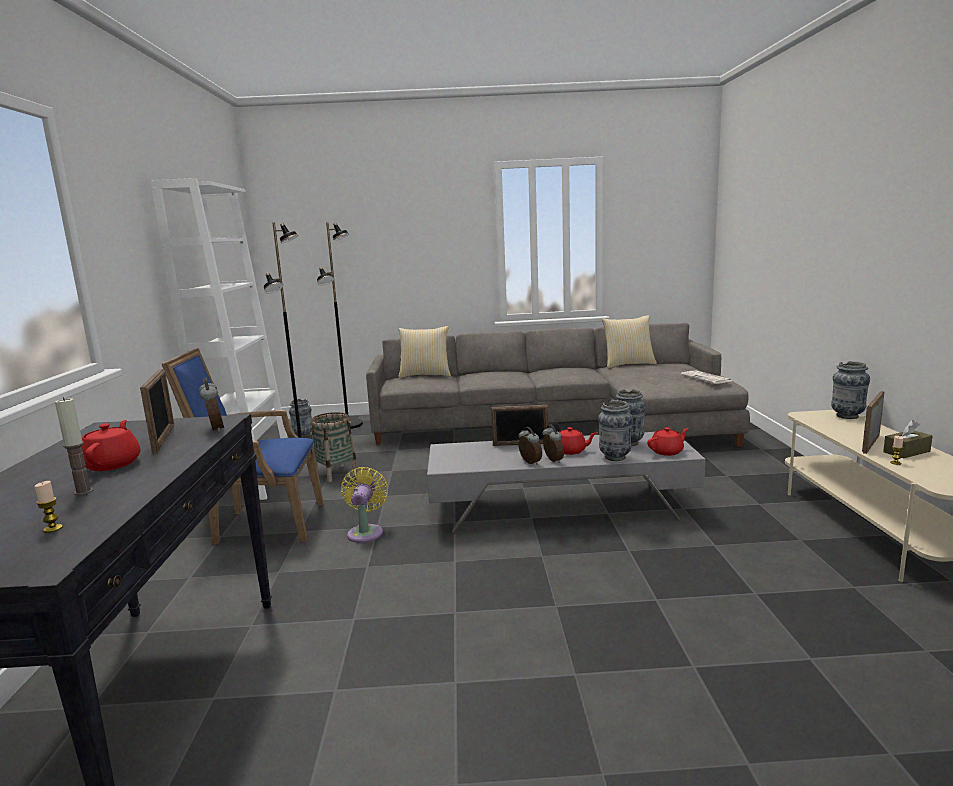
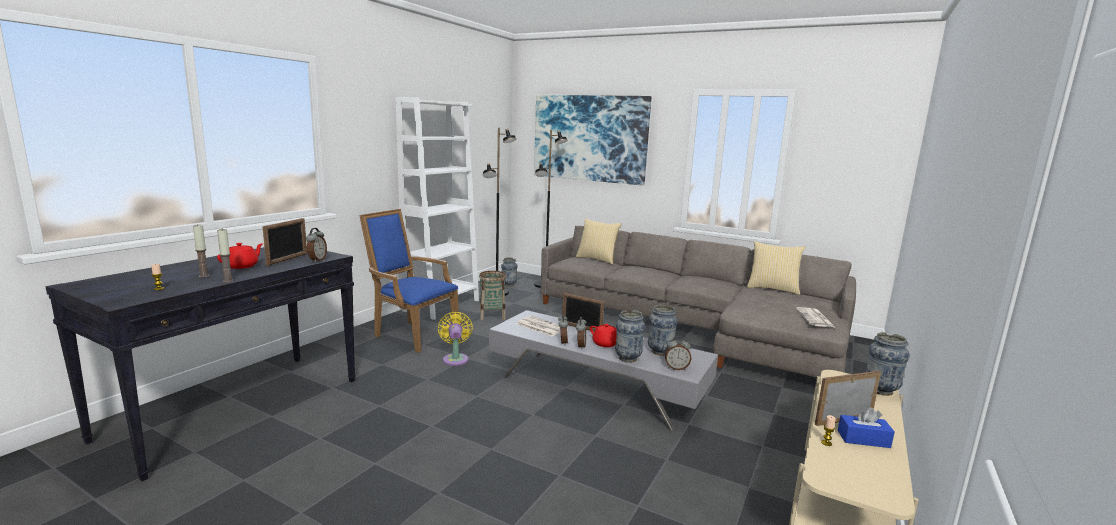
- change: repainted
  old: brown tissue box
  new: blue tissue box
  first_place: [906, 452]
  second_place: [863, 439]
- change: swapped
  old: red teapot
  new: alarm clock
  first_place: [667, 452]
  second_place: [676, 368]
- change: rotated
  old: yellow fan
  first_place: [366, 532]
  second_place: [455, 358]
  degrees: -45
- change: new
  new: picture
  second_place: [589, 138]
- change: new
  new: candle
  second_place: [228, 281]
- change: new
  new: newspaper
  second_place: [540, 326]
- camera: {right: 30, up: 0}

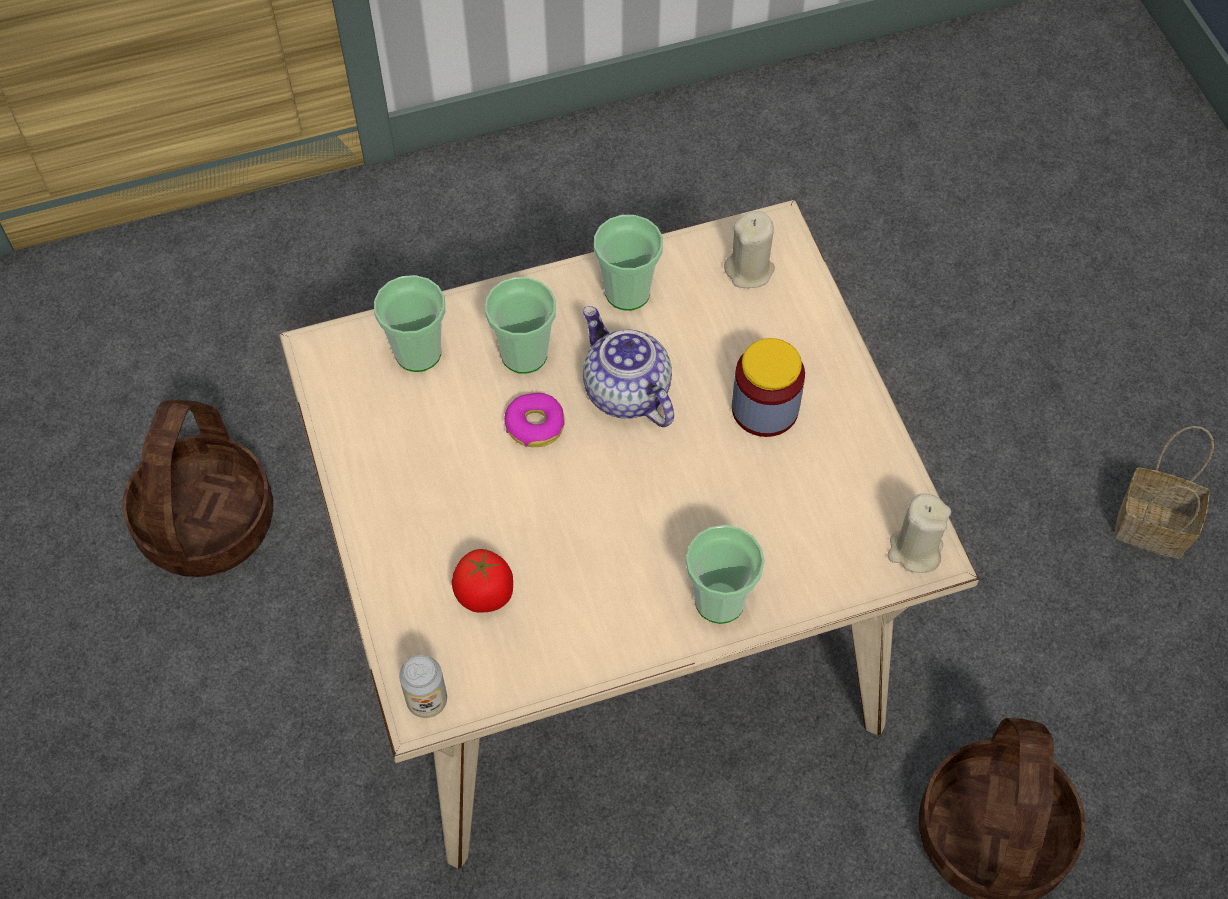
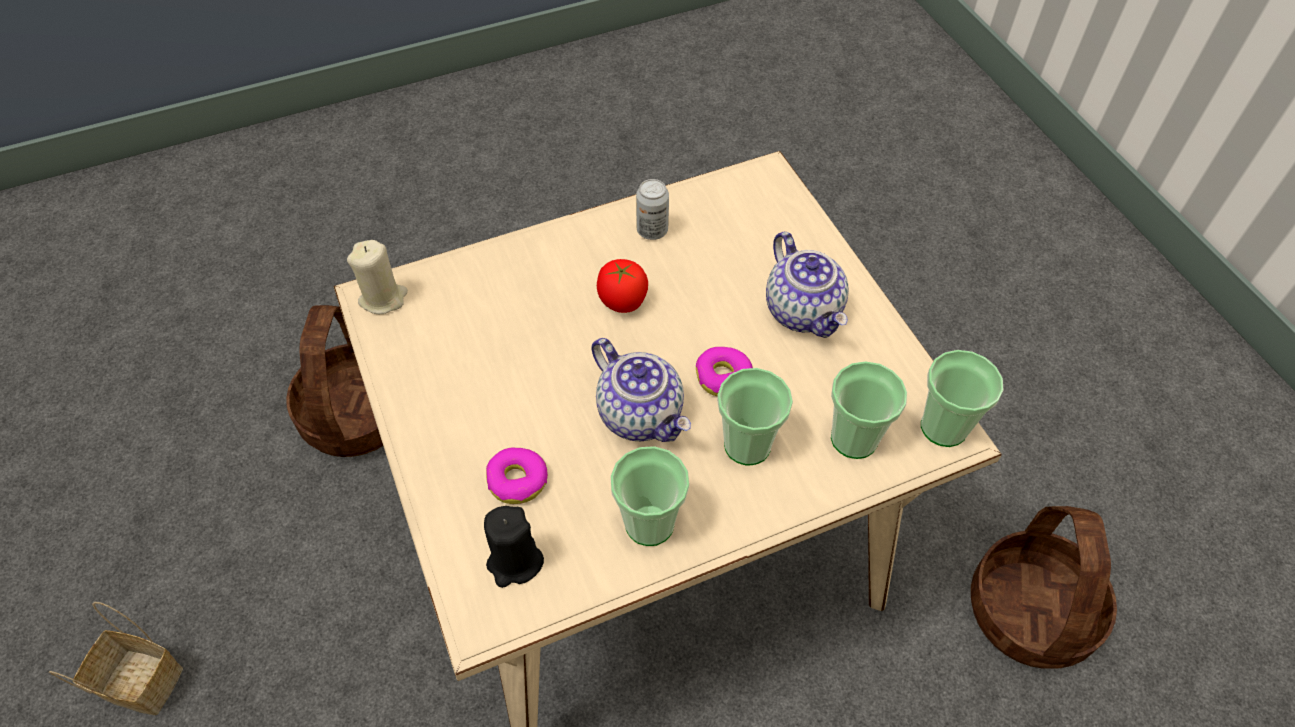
- change: repainted
  old: beige candle
  new: black candle
  first_place: [749, 270]
  second_place: [514, 562]
- change: gone
  old: jar
  first_place: [765, 409]
- change: shifted
  old: cup
  first_place: [719, 600]
  second_place: [943, 427]
- change: shifted
  old: tomato
  first_place: [485, 594]
  second_place: [622, 302]
- change: shifted
  old: can
  first_place: [427, 700]
  second_place: [652, 230]
- change: new
  new: teapot
  second_place: [804, 311]
- change: new
  new: donut
  second_place: [517, 480]
- camera: {right: 175, up: -5}

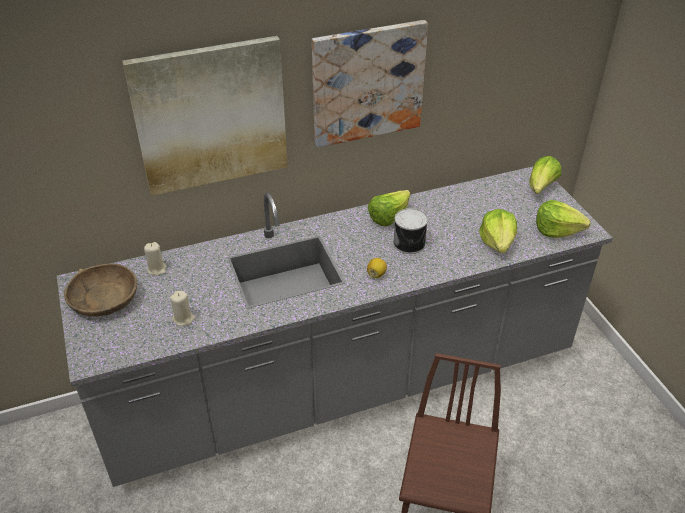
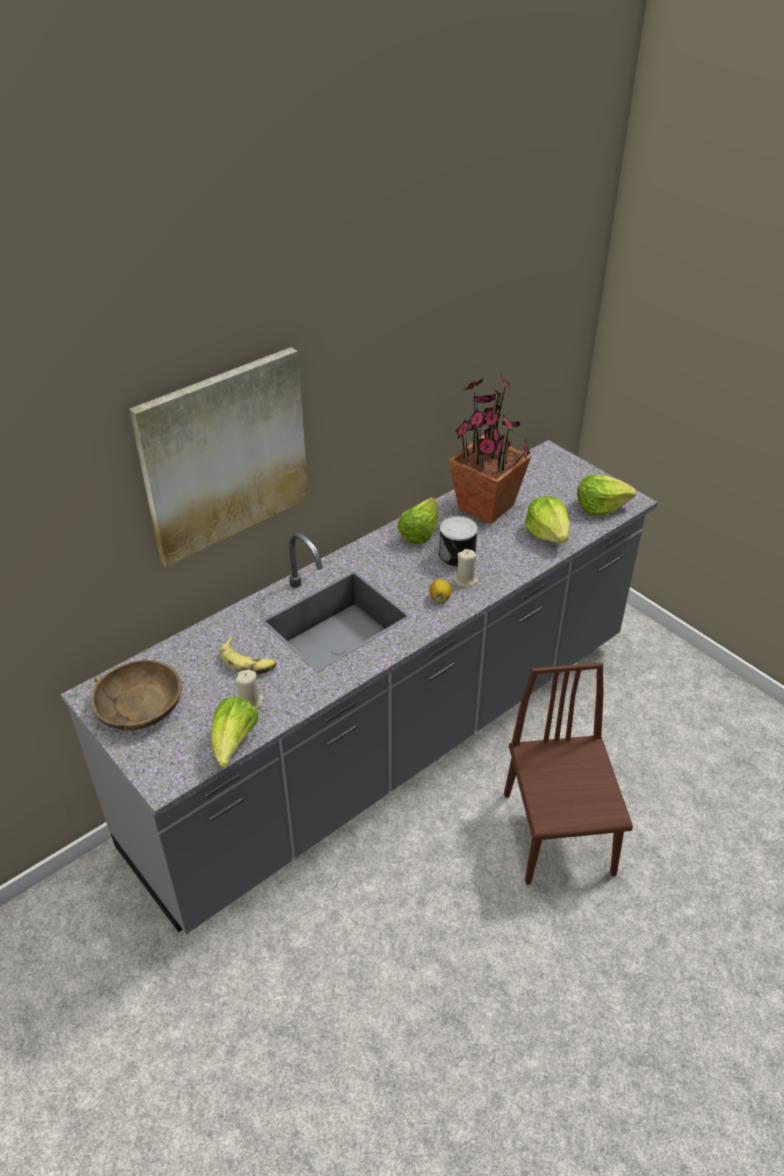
- change: gone
  old: picture
  first_place: [367, 83]
- change: shifted
  old: lettuce
  first_place: [541, 187]
  second_place: [234, 744]
- change: shifted
  old: beige candle
  first_place: [157, 269]
  second_place: [465, 580]
- change: new
  new: potted plant
  second_place: [485, 507]
- change: new
  new: banana
  second_place: [248, 662]
- camera: {right: -20, up: 0}

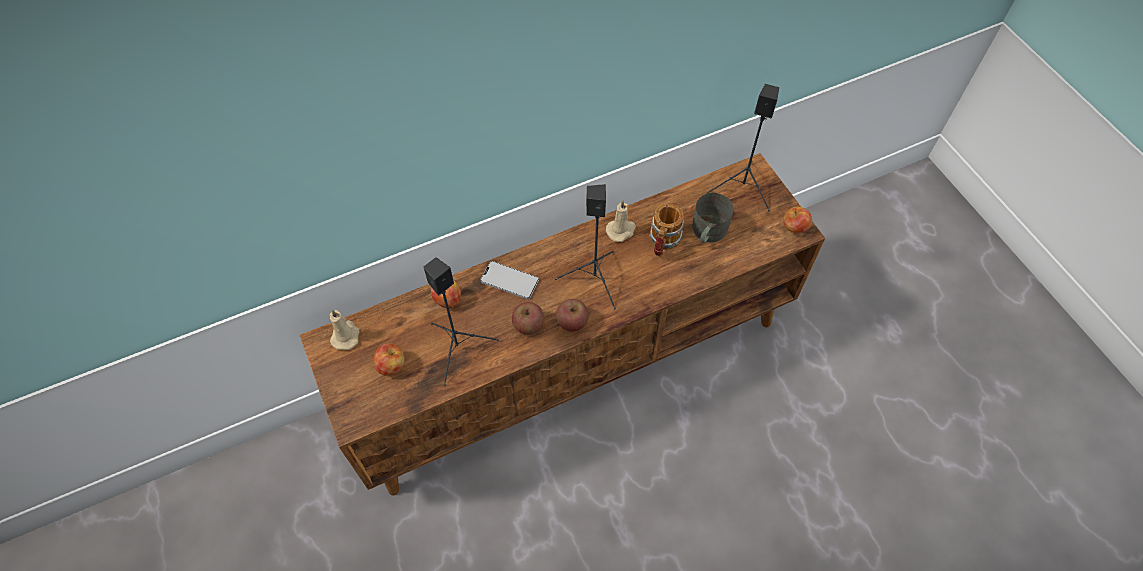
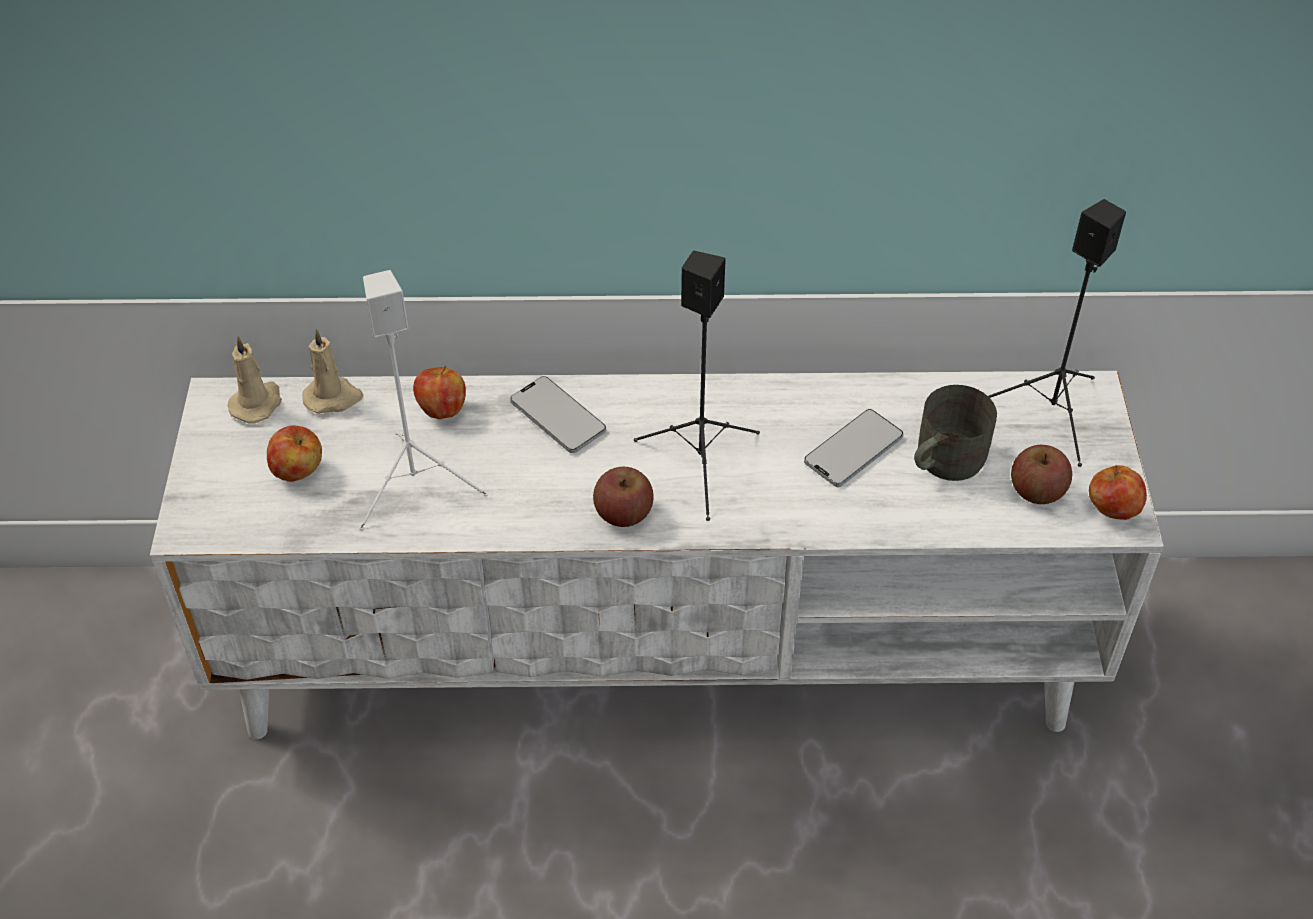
- change: repainted
  old: brown tv stand
  new: white tv stand
  first_place: [572, 364]
  second_place: [659, 655]
- change: shifted
  old: beige candle
  first_place: [621, 230]
  second_place: [333, 397]
- change: swapped
  old: mug
  new: phone
  first_place: [663, 242]
  second_place: [853, 449]
- change: repainted
  old: black speaker
  new: white speaker
  first_place: [459, 348]
  second_place: [416, 484]
- change: shifted
  old: apple
  first_place: [528, 325]
  second_place: [1037, 491]
- camera: {right: 25, up: -10}

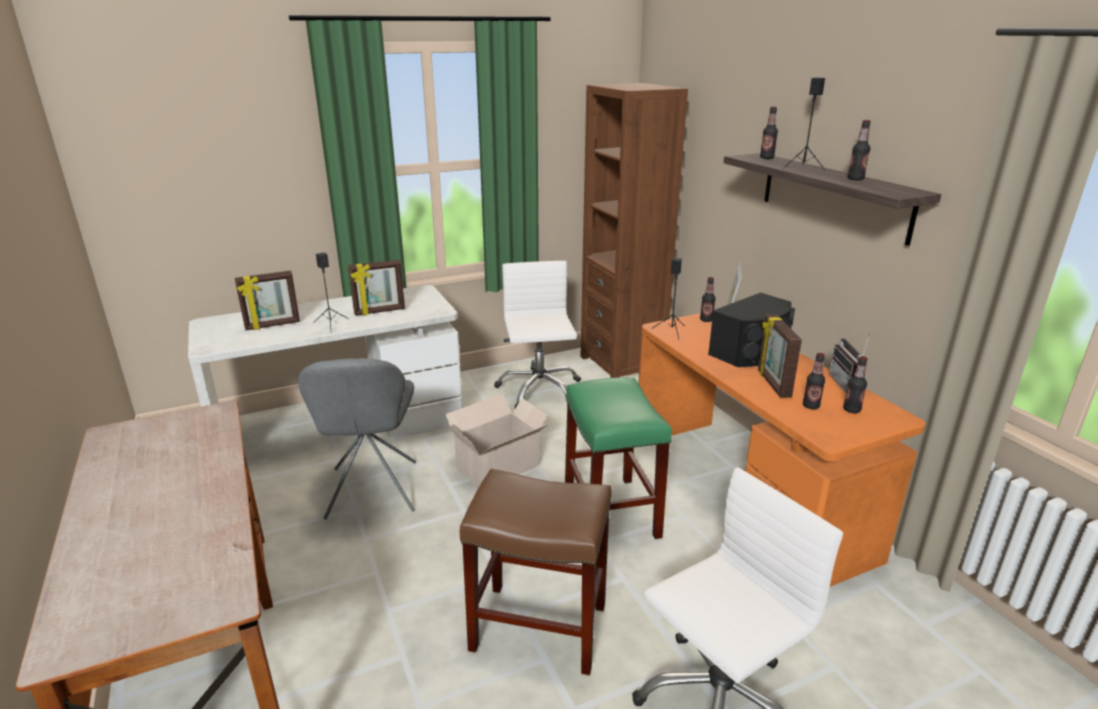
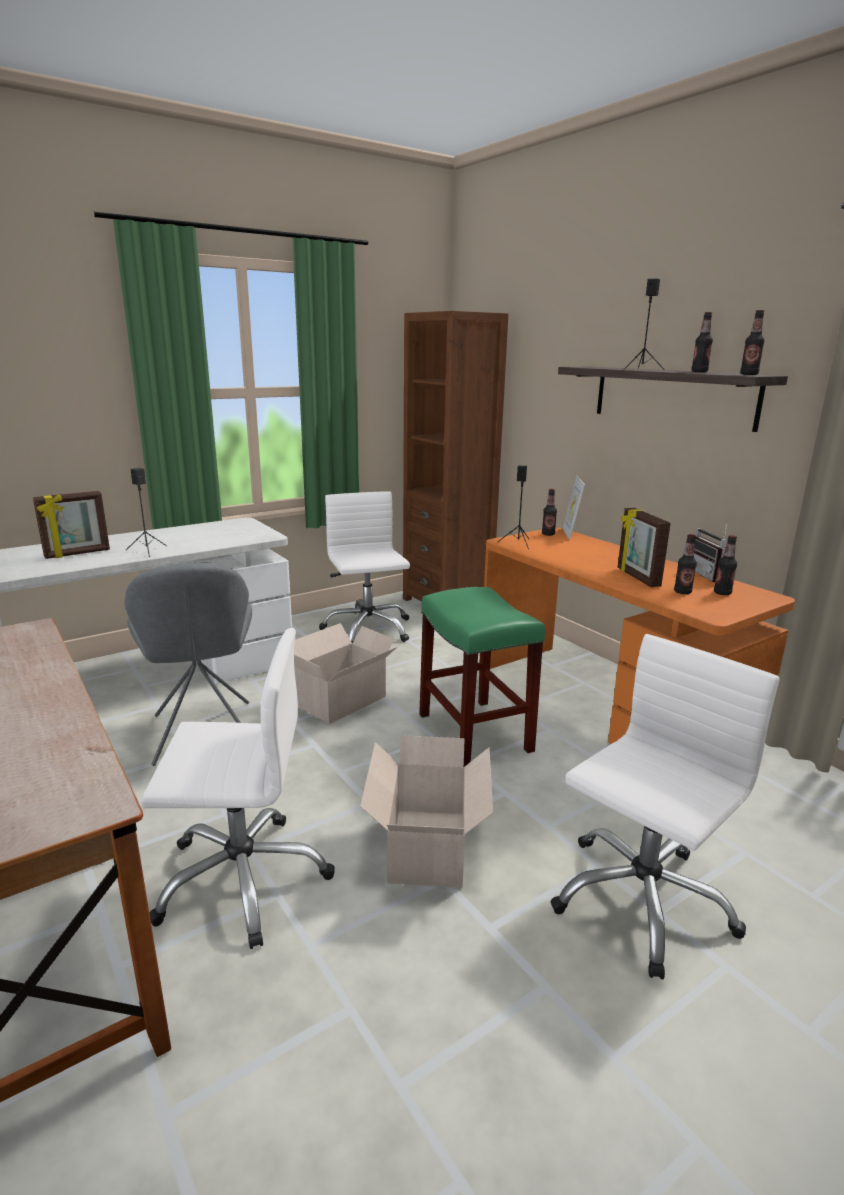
- change: shifted
  old: bottle
  first_place: [766, 158]
  second_place: [749, 374]
- change: gone
  old: picture frame
  first_place: [379, 311]
- change: gone
  old: black speaker
  first_place: [752, 352]
- change: swapped
  old: brown stool
  new: cardboard box
  first_place: [537, 628]
  second_place: [426, 849]
- change: new
  new: white office chair
  second_place: [243, 878]
- camera: {right: -10, up: -5}

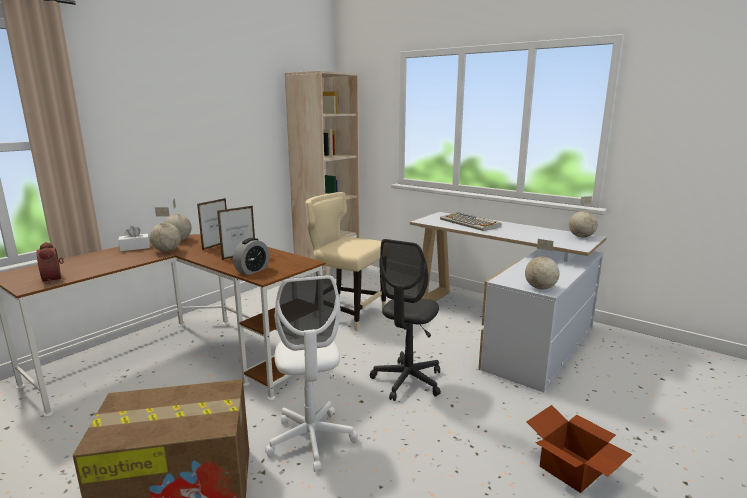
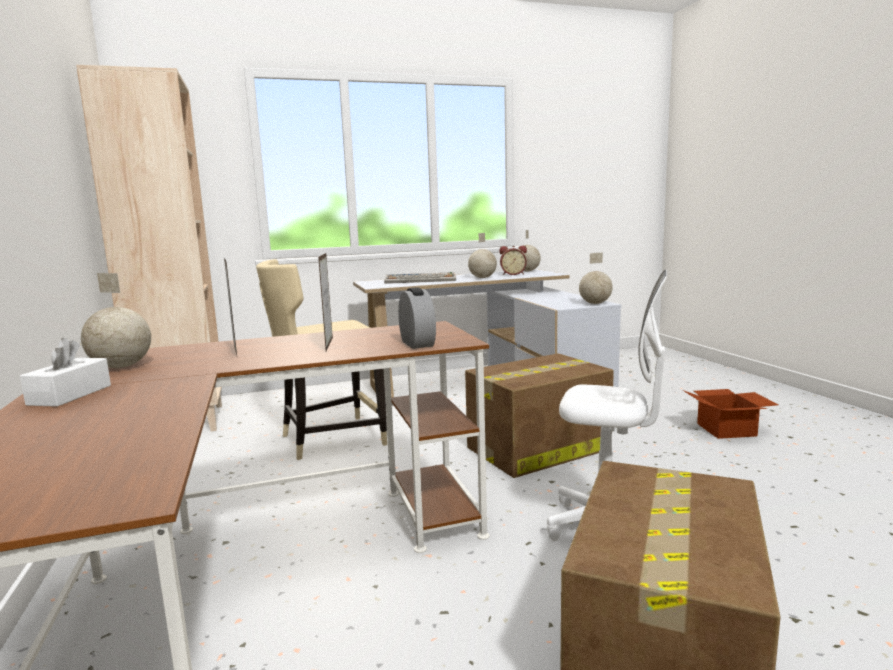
- change: shifted
  old: globe
  first_place: [167, 251]
  second_place: [482, 278]
- change: swapped
  old: grey office chair
  new: cardboard box
  first_place: [407, 381]
  second_place: [536, 449]
- change: shifted
  old: alarm clock
  first_place: [54, 279]
  second_place: [513, 274]
- camera: {right: -55, up: -5}

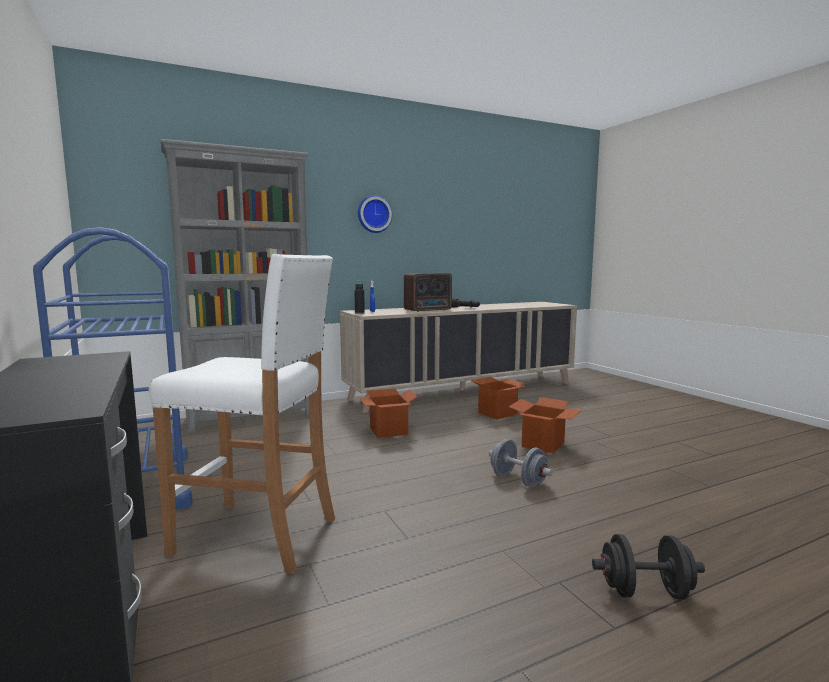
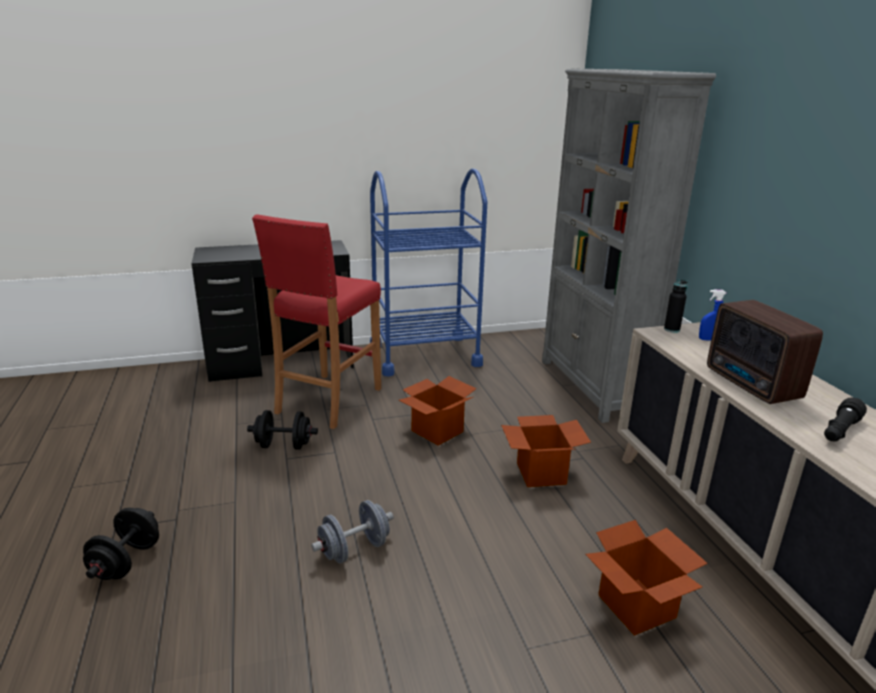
- change: gone
  old: wall clock
  first_place: [373, 214]
- change: repainted
  old: white stool
  new: red stool
  first_place: [257, 536]
  second_place: [328, 401]
- change: shifted
  old: cardboard box
  first_place: [543, 444]
  second_place: [437, 431]
- change: new
  new: black dumbbell
  second_place: [284, 445]
- camera: {right: 100, up: 15}

